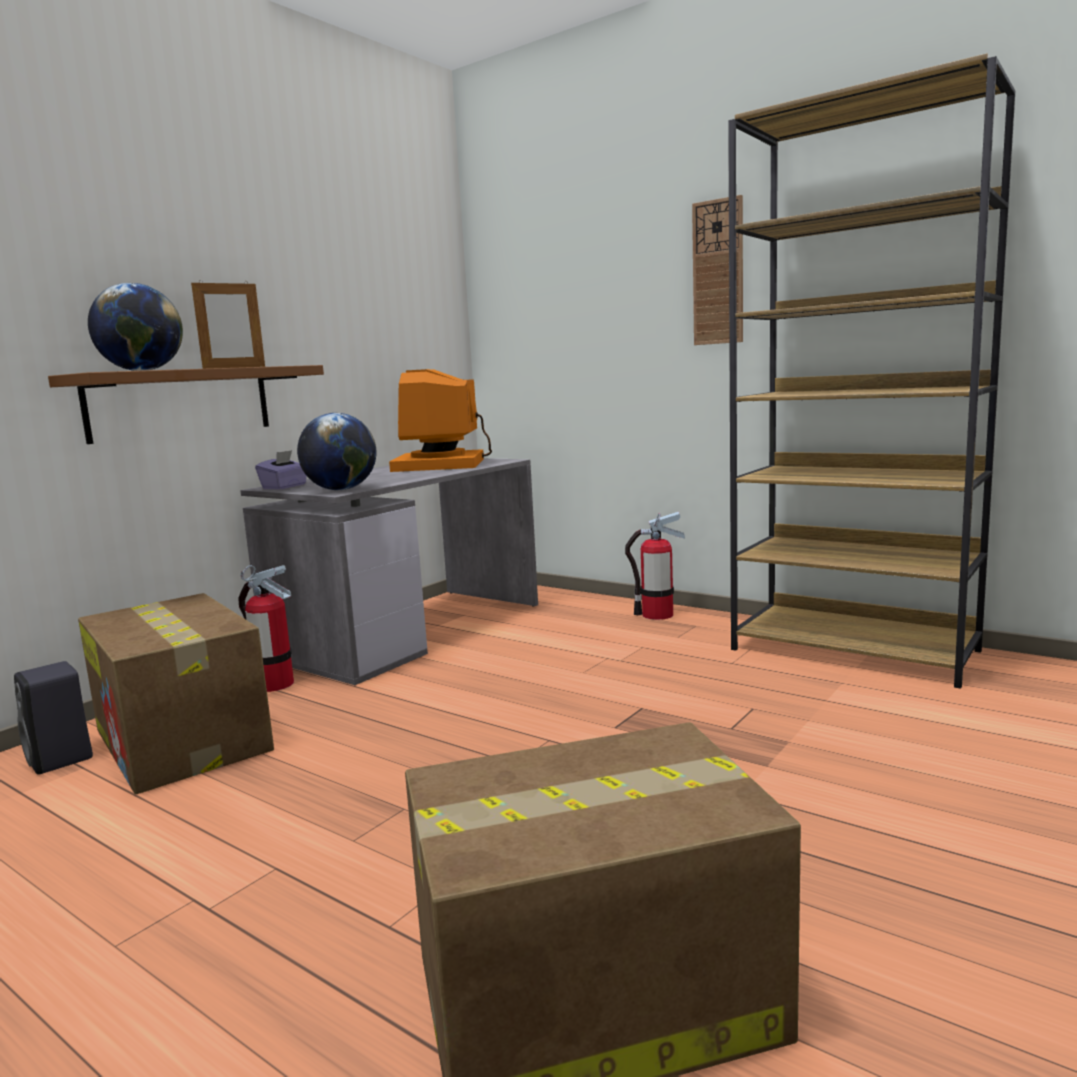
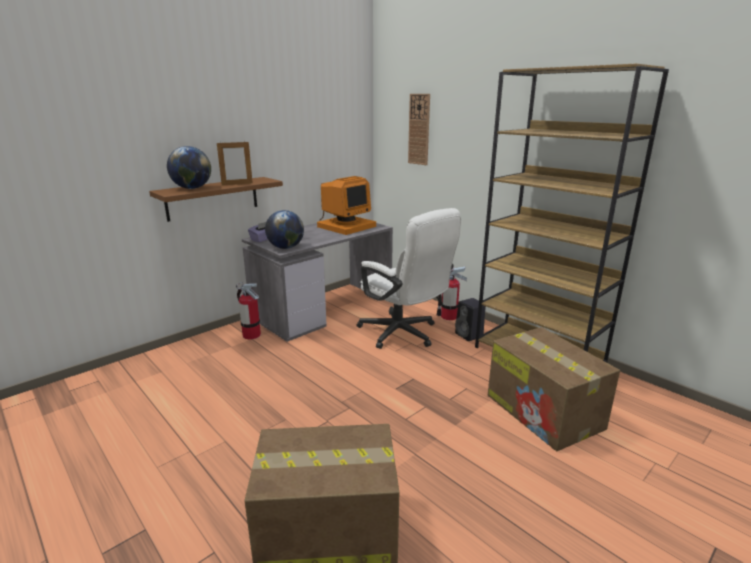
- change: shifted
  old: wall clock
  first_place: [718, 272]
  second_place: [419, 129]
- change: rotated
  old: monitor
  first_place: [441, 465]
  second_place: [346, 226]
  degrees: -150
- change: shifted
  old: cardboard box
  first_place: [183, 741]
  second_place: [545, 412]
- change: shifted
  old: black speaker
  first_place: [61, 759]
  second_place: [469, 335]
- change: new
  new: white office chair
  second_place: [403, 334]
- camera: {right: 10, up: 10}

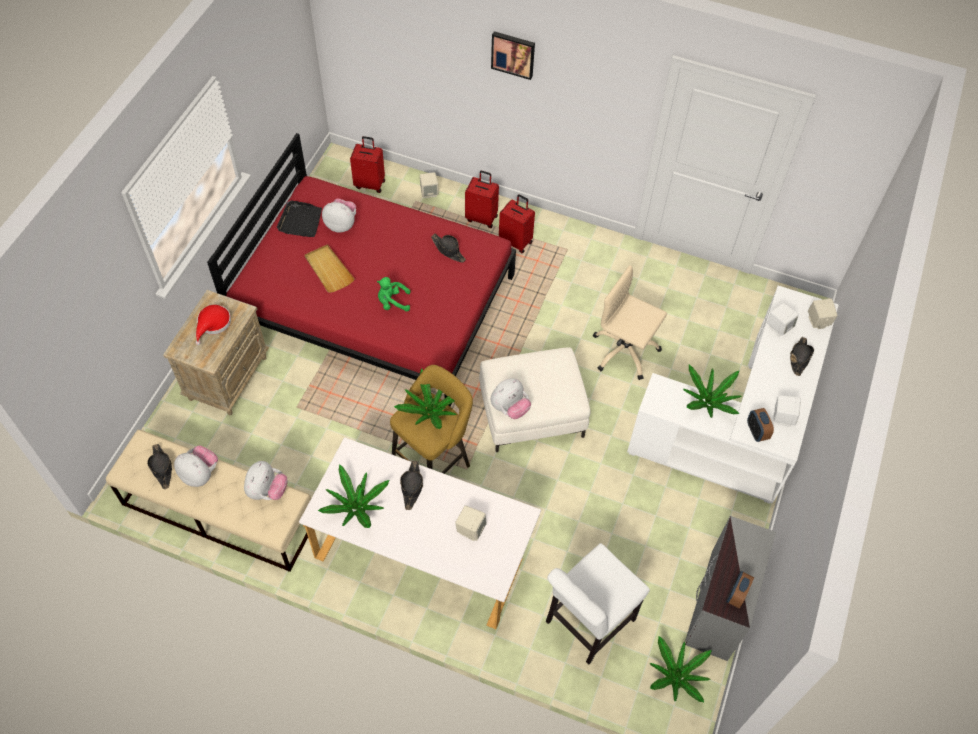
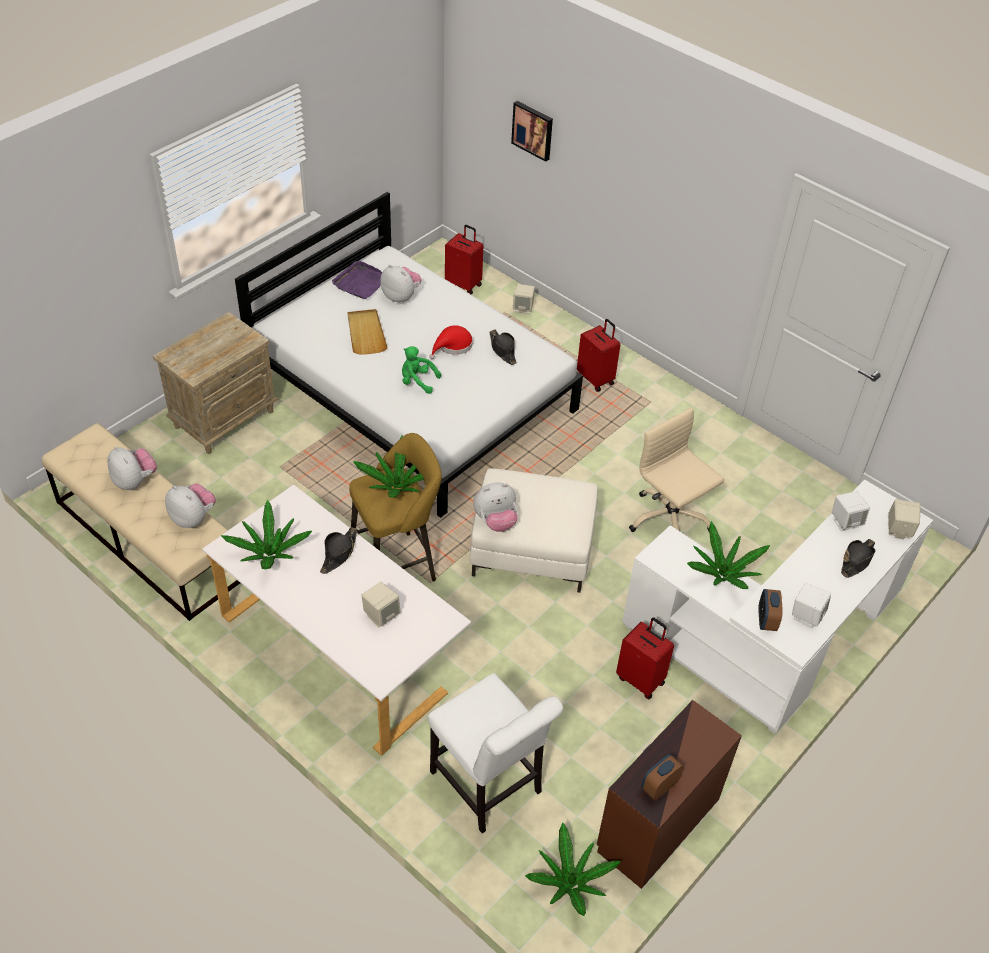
- change: shifted
  old: picture
  first_place: [513, 54]
  second_place: [533, 130]
- change: repainted
  old: red bed
  new: white bed
  first_place: [374, 301]
  second_place: [413, 392]
- change: shifted
  old: red suitcase
  first_place: [482, 218]
  second_place: [641, 679]
- change: repainted
  old: black tray
  new: purple tray
  first_place: [300, 221]
  second_place: [360, 282]
- change: shifted
  old: red hat
  first_place: [213, 324]
  second_place: [452, 346]
- change: gone
  old: black hat
  first_place: [162, 468]
- change: rotated
  old: plush toy
  first_place: [267, 491]
  second_place: [193, 518]
  degrees: -90
- change: repainted
  old: grey dresser
  new: brown dresser
  first_place: [717, 606]
  second_place: [656, 824]
- change: rotated
  old: white chair
  first_place: [586, 623]
  second_place: [489, 786]
  degrees: -105
- camera: {right: 20, up: -10}

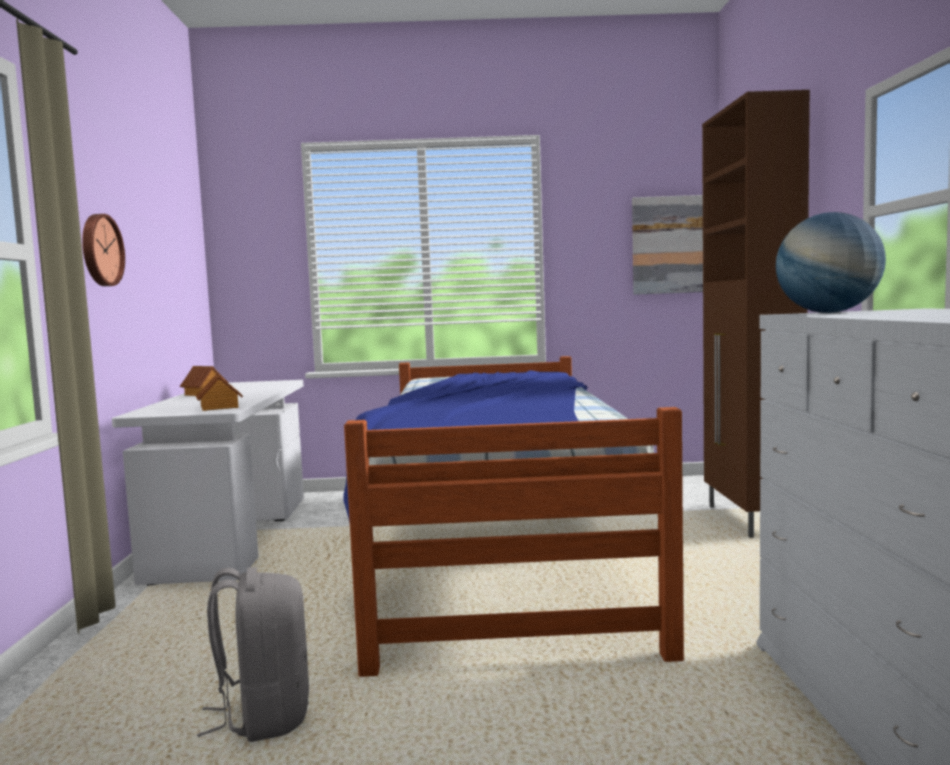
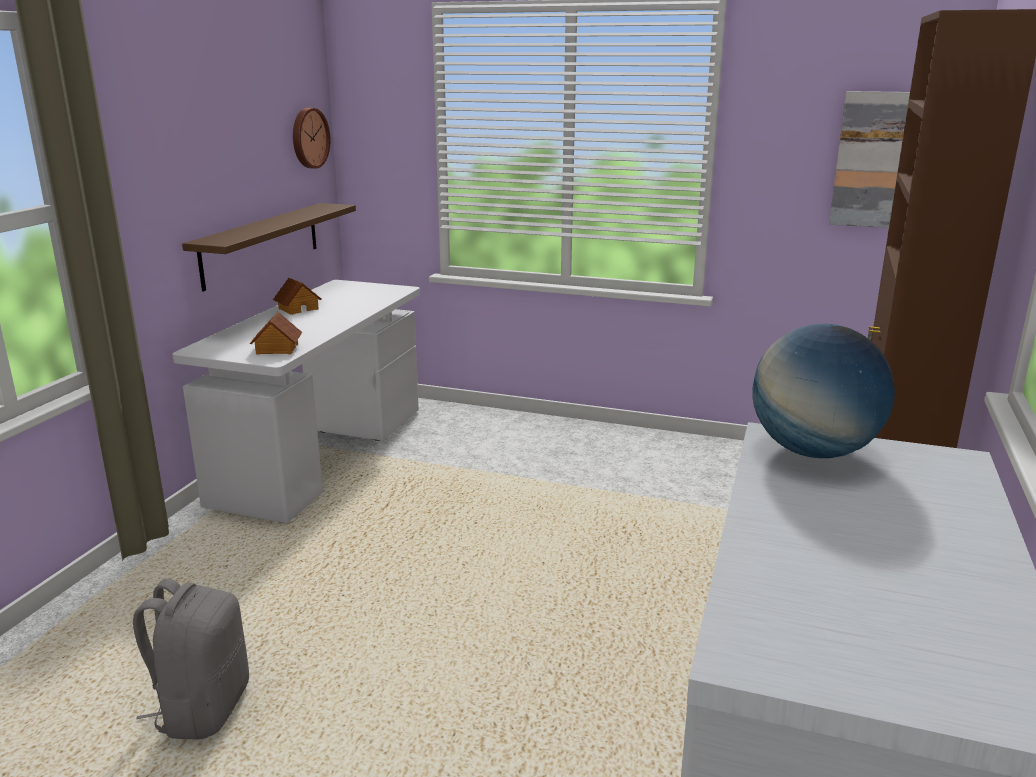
- change: shifted
  old: wall clock
  first_place: [100, 250]
  second_place: [308, 138]
- change: gone
  old: bed
  first_place: [497, 552]
- change: new
  new: brown shelf
  second_place: [261, 244]
- camera: {right: 20, up: 15}

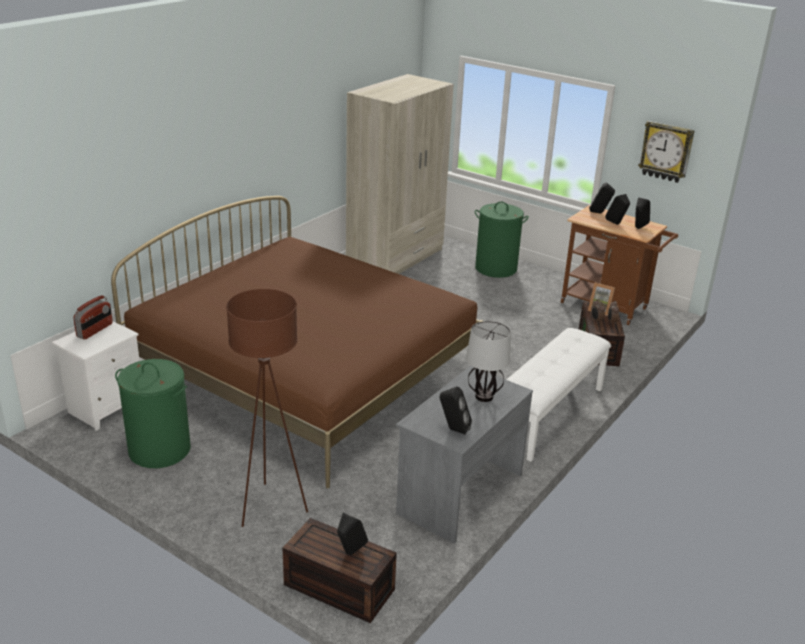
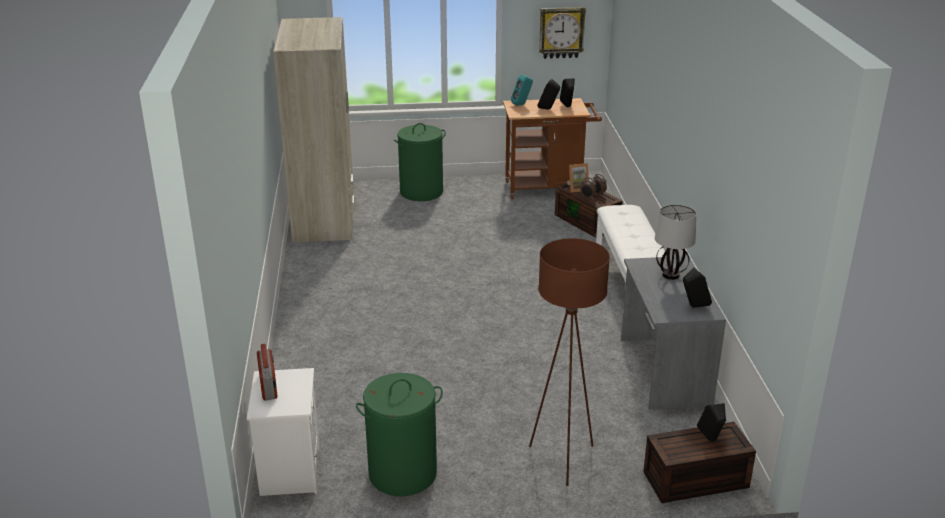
- change: repainted
  old: black speaker
  new: turquoise speaker
  first_place: [599, 213]
  second_place: [522, 104]
- change: gone
  old: brown bed
  first_place: [306, 375]
- camera: {right: -40, up: 0}

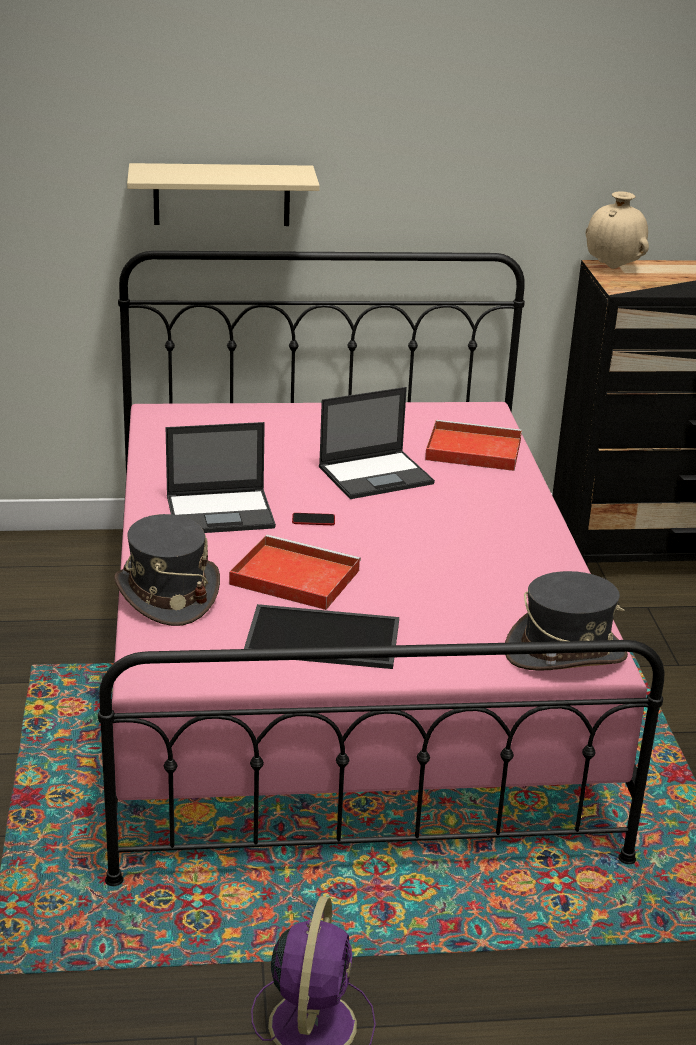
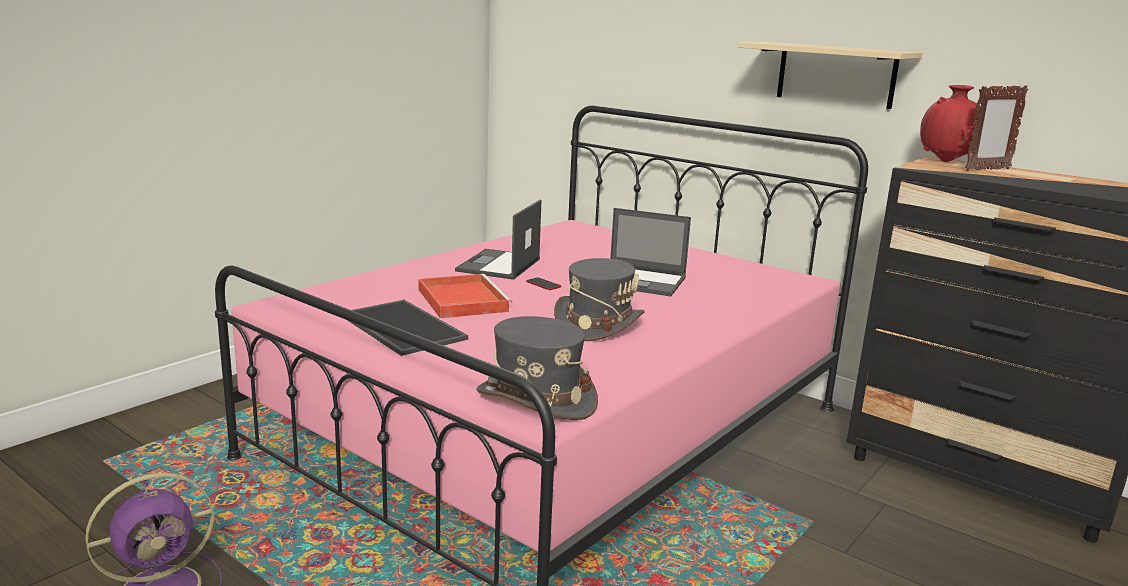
- change: shifted
  old: beige shelf
  first_place: [221, 194]
  second_place: [836, 75]
- change: repainted
  old: beige vase
  new: red vase
  first_place: [613, 268]
  second_place: [946, 162]
- change: gone
  old: red tray
  first_place: [471, 450]
- change: rotated
  old: laptop
  first_place: [221, 512]
  second_place: [498, 265]
  degrees: 75
- change: shifted
  old: grey hat
  first_place: [167, 595]
  second_place: [598, 324]
- change: new
  new: picture frame
  second_place: [987, 169]
- camera: {right: 45, up: -10}

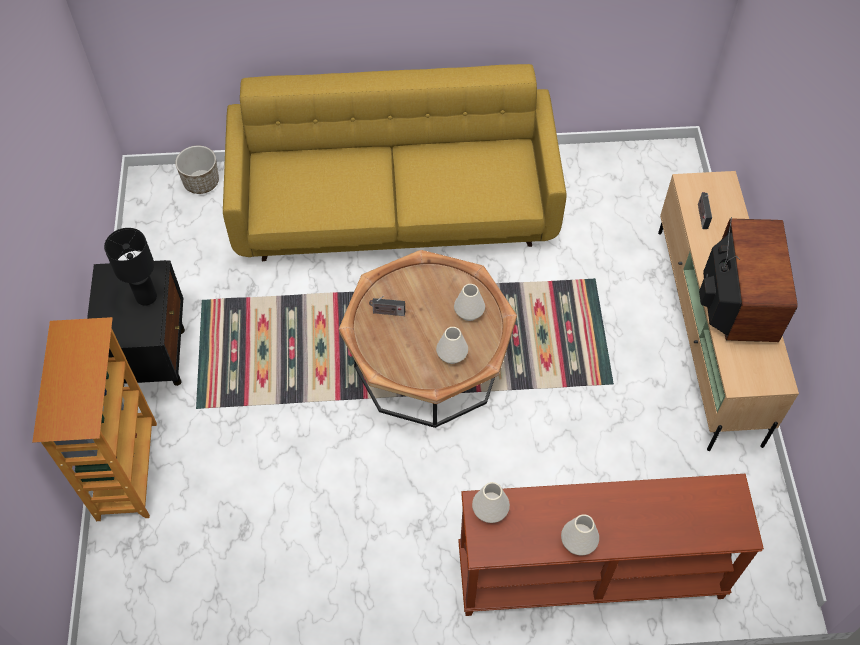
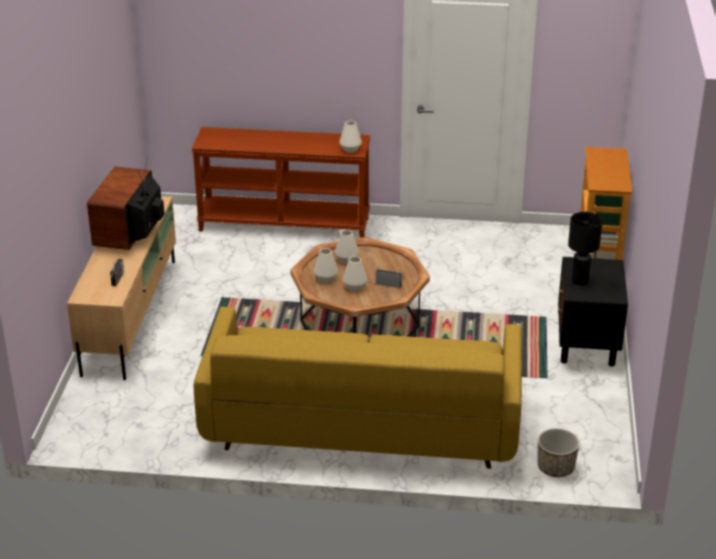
- change: shifted
  old: white vase
  first_place: [578, 542]
  second_place: [355, 287]
- camera: {right: -170, up: -25}

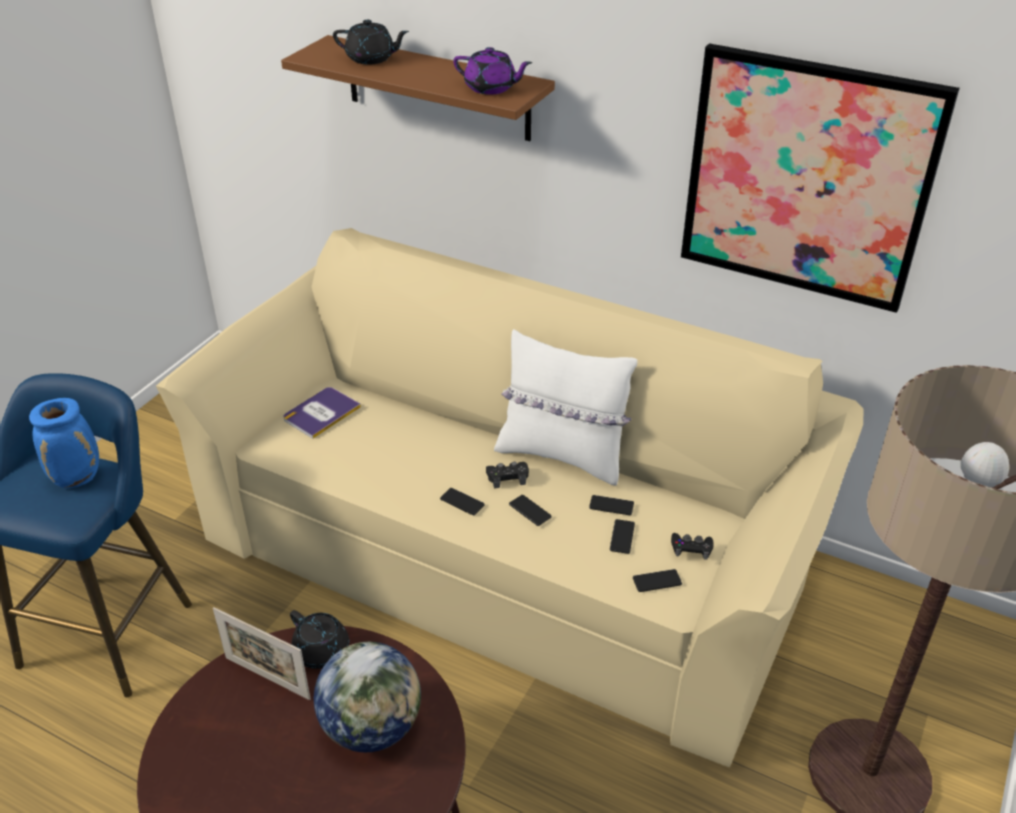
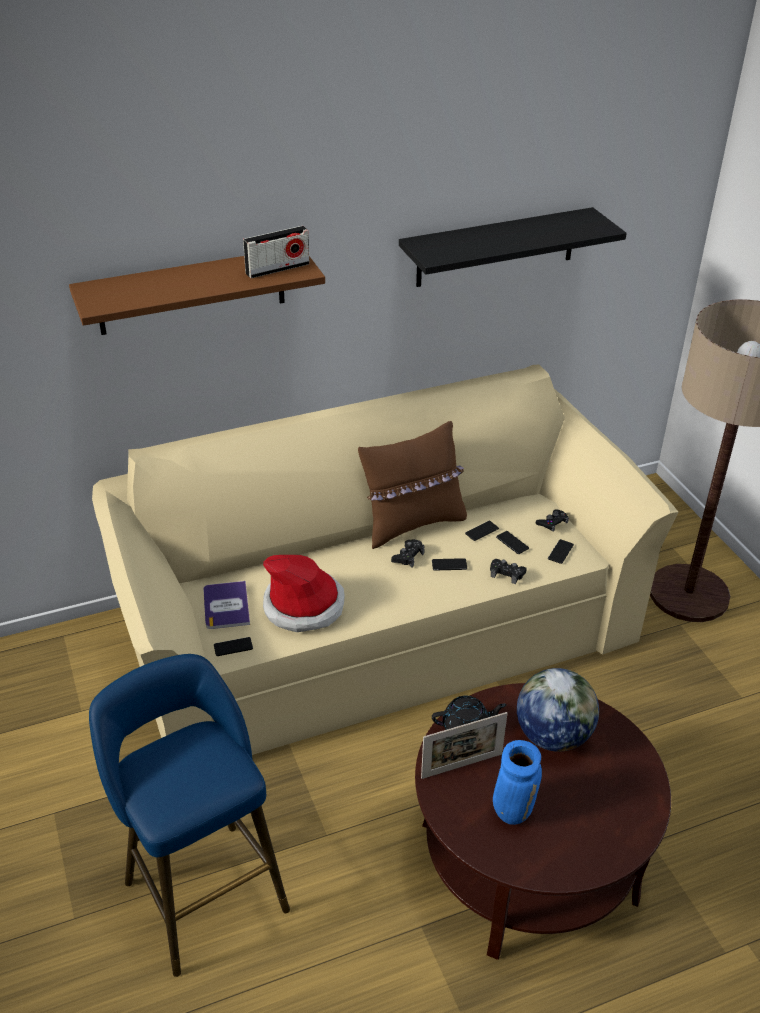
- change: gone
  old: black teapot
  first_place: [371, 59]
- change: swapped
  old: picture
  new: black shelf
  first_place: [806, 179]
  second_place: [496, 247]
- change: swapped
  old: purple teapot
  new: radio
  first_place: [491, 88]
  second_place: [277, 269]
- change: repainted
  old: white pillow
  new: brown pillow
  first_place: [562, 455]
  second_place: [412, 524]
- change: shifted
  old: blue vase
  first_place: [78, 478]
  second_place: [512, 809]
- change: shifted
  old: phone
  first_place: [462, 502]
  second_place: [233, 647]
- change: new
  new: hat
  second_place: [304, 606]
- change: new
  new: black game controller
  second_place: [507, 573]
- camera: {right: -50, up: 0}

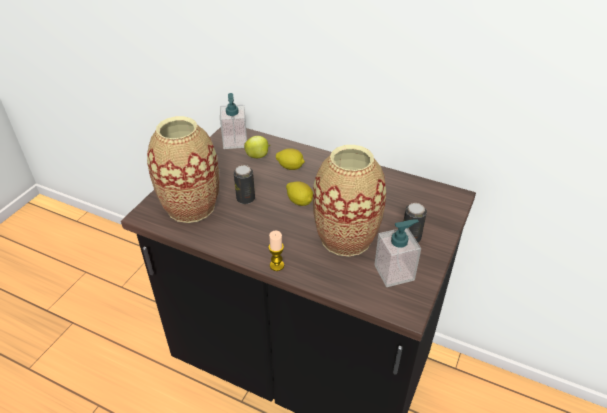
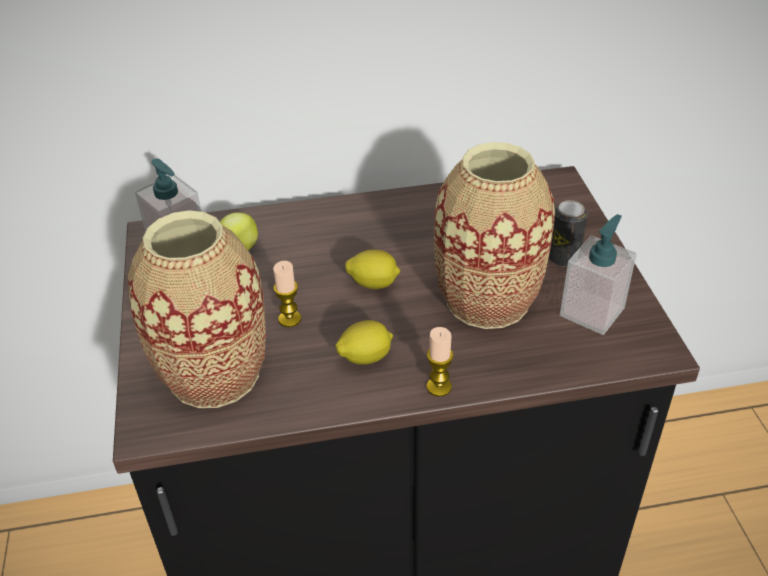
- change: shifted
  old: lemon
  first_place: [290, 167]
  second_place: [365, 357]
- change: swapped
  old: can
  new: candle
  first_place: [245, 199]
  second_place: [289, 319]
- camera: {right: -35, up: 0}

